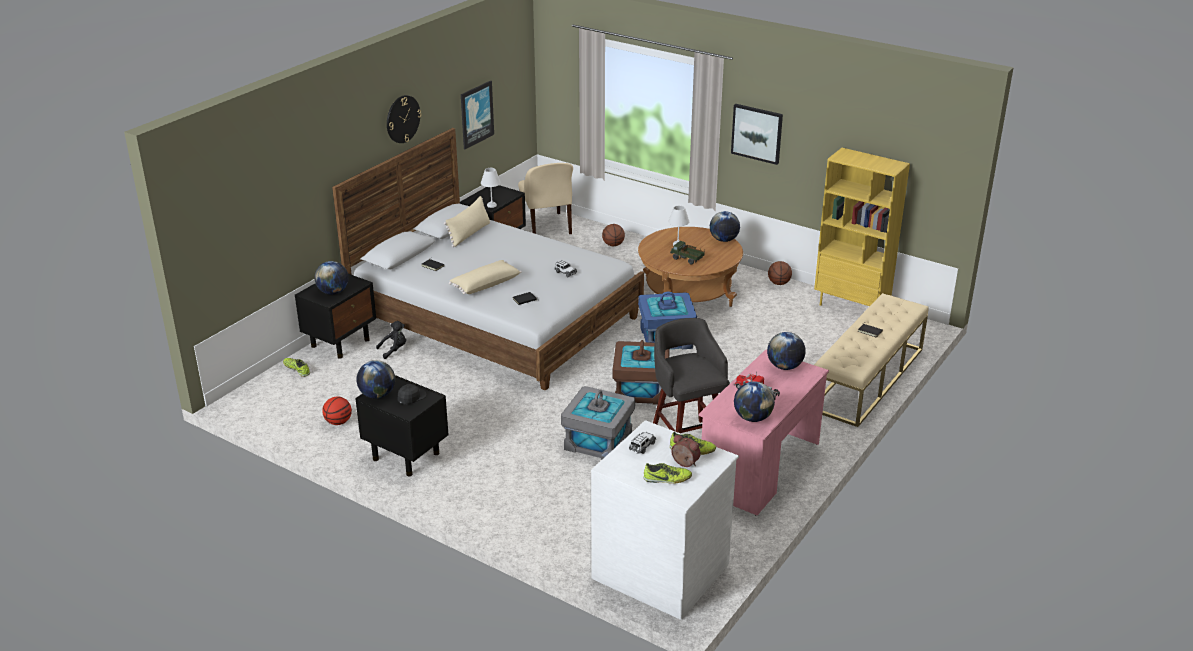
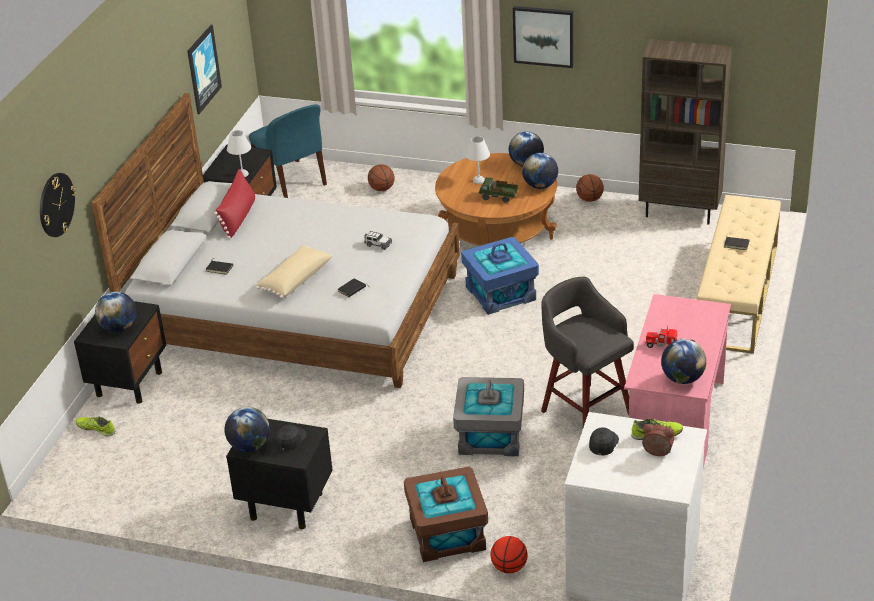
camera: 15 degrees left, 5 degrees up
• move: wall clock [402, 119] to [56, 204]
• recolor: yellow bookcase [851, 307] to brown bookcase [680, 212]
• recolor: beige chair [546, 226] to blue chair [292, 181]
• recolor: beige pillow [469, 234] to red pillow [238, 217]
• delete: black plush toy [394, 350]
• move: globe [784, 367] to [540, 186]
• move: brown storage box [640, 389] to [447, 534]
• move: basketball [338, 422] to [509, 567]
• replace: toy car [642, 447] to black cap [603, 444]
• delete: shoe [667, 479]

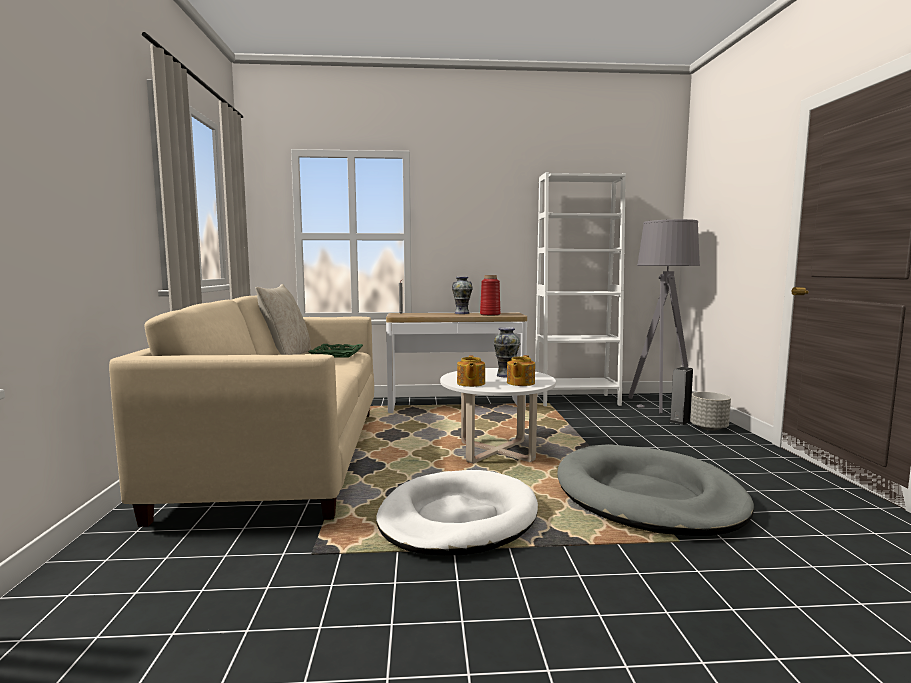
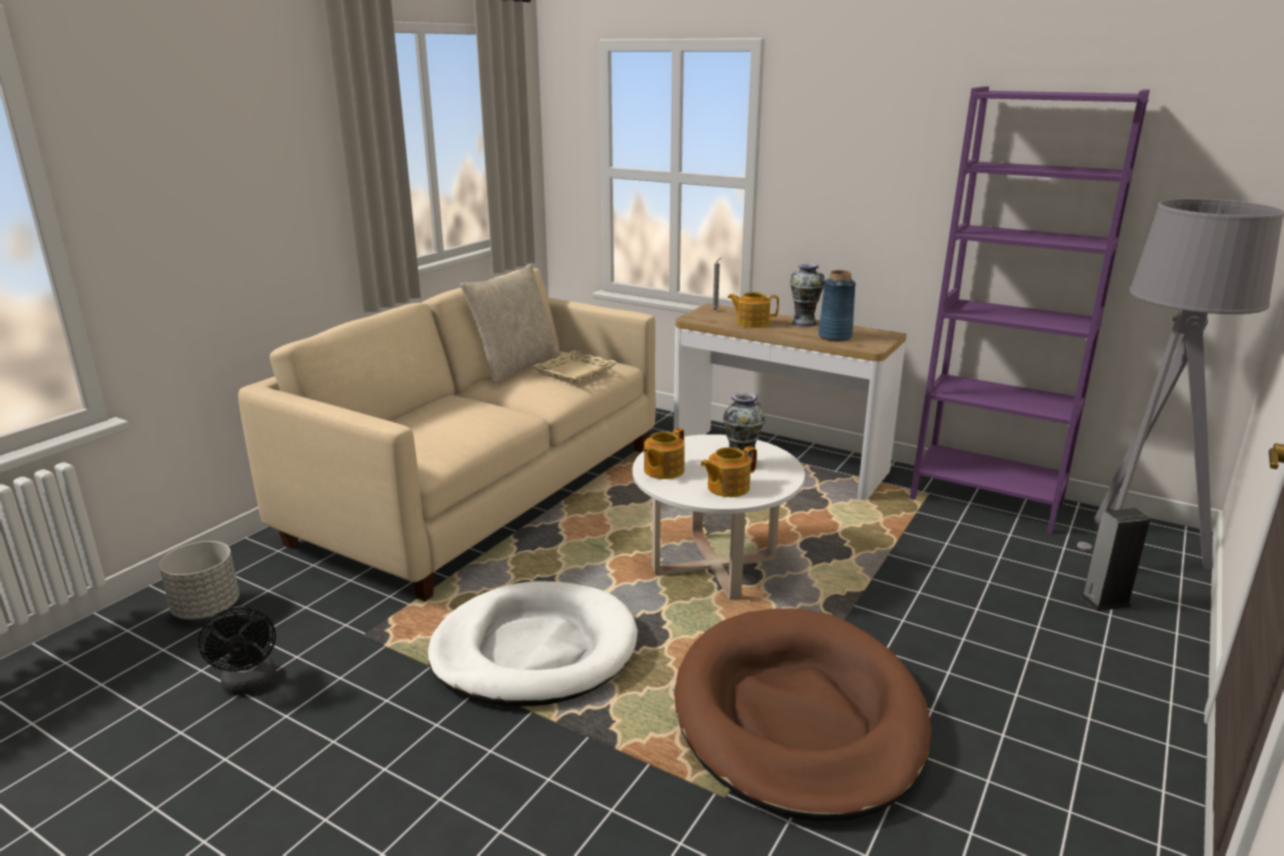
camera: 35 degrees right, 15 degrees up
• recolor: white bookcase [576, 400] to purple bookcase [986, 500]
• recolor: red vase [490, 314] to blue vase [834, 336]
• recolor: green tray [336, 354] to beige tray [574, 372]
• move: grey planter [709, 428] to [207, 609]
• recolor: grey dog bed [648, 496] to brown dog bed [798, 717]
• insert: teapot [752, 323]
• insert: black fan [250, 685]

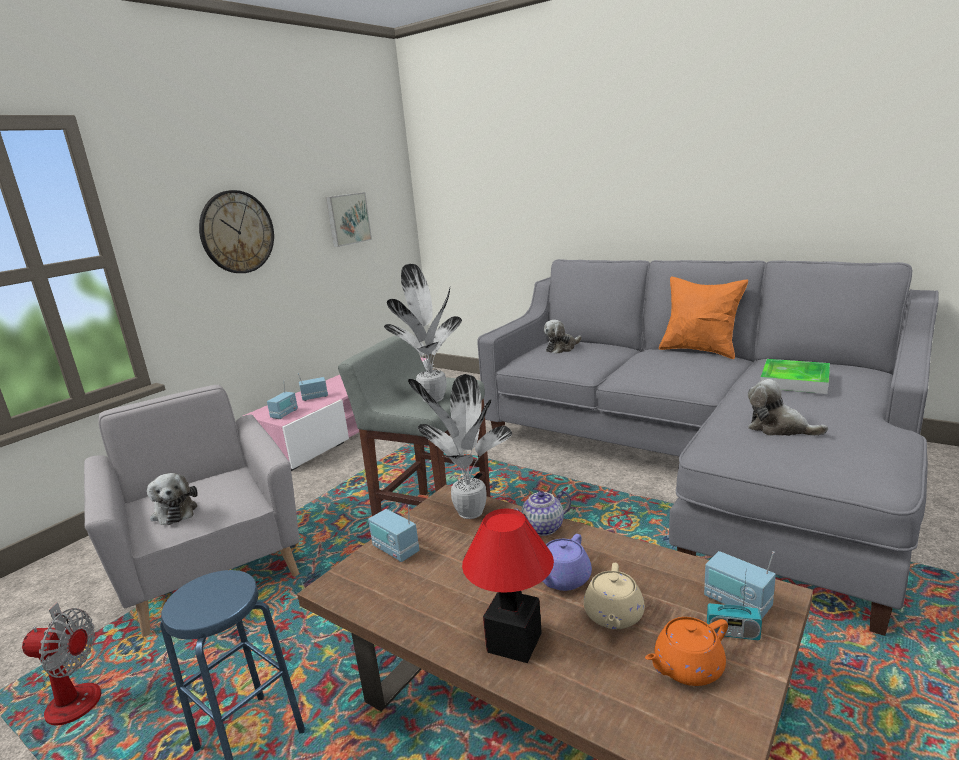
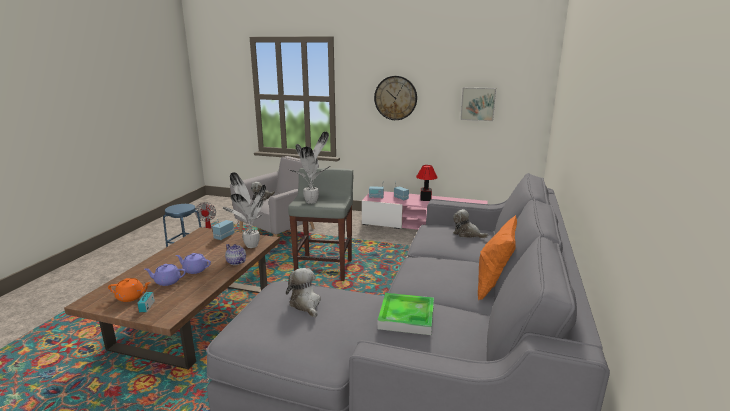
camera: 70 degrees right, 0 degrees up
• rotate: plush toy [779, 428] = [305, 304] 45 degrees counterclockwise
• move: table lamp [515, 641] to [426, 199]
• delete: radio [737, 603]
• recolor: beige teapot [613, 616] to purple teapot [167, 281]
• rotate: orange teapot [687, 668] = [131, 297] 135 degrees clockwise

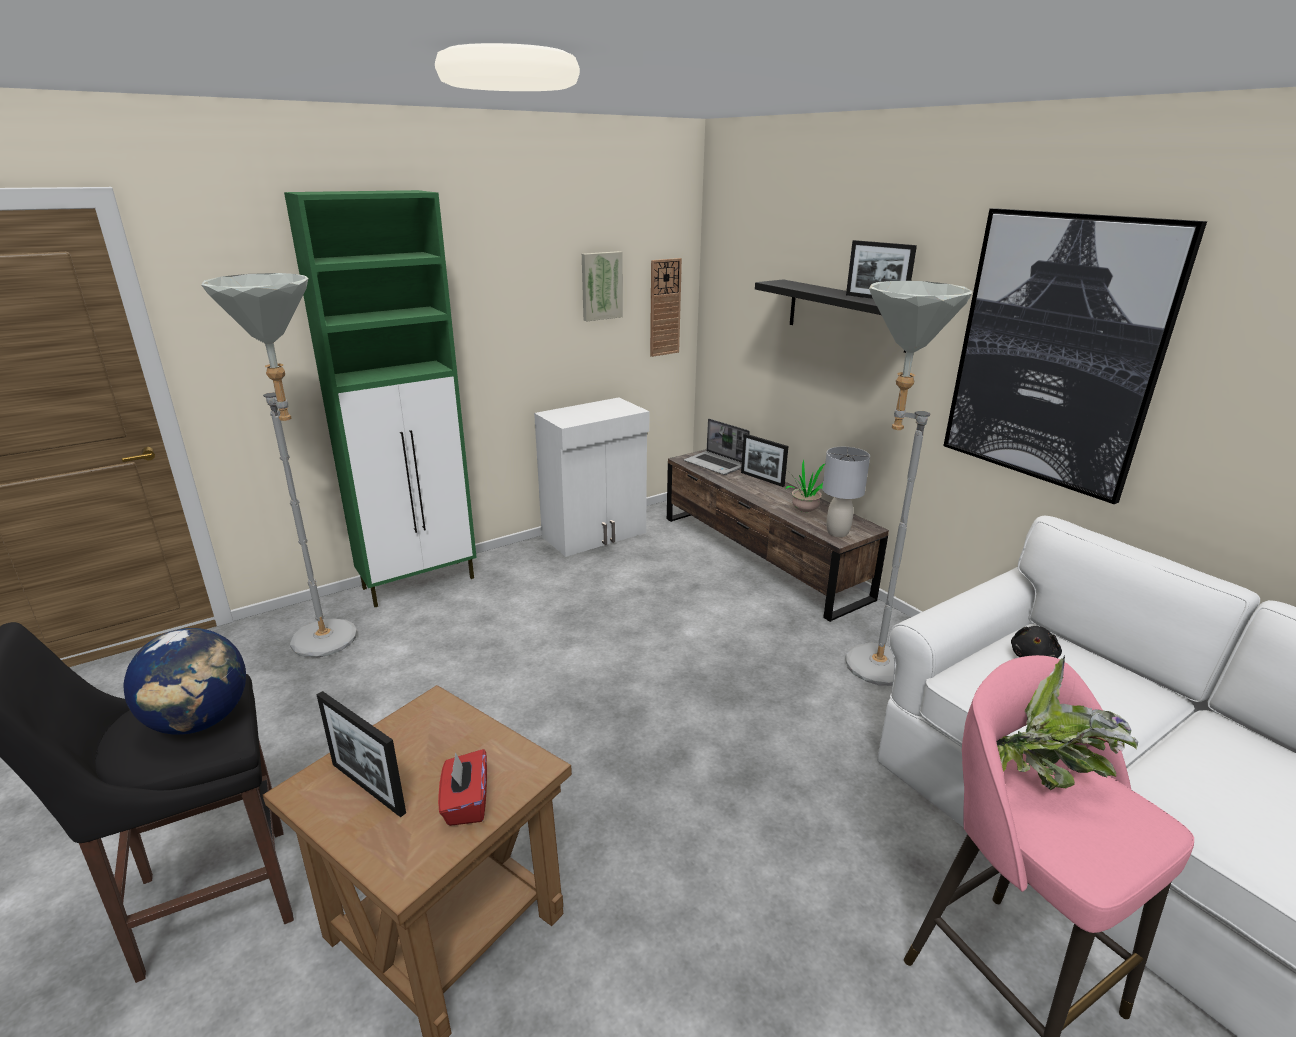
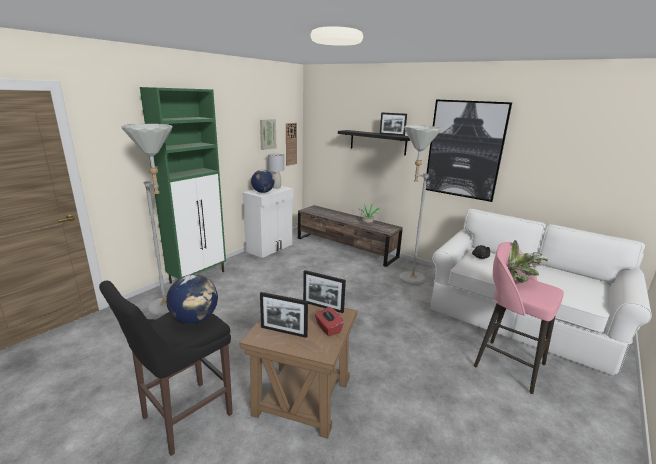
camera: 20 degrees left, 5 degrees down
• delete: laptop [716, 464]
• move: picture frame [762, 479] to [323, 307]
• move: grey table lamp [837, 533] to [276, 187]
• insert: globe [263, 192]

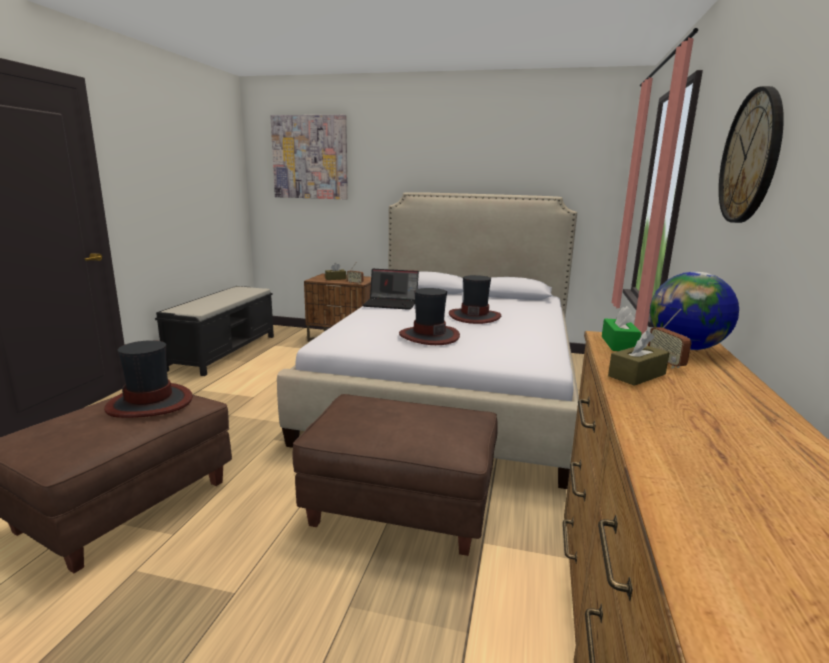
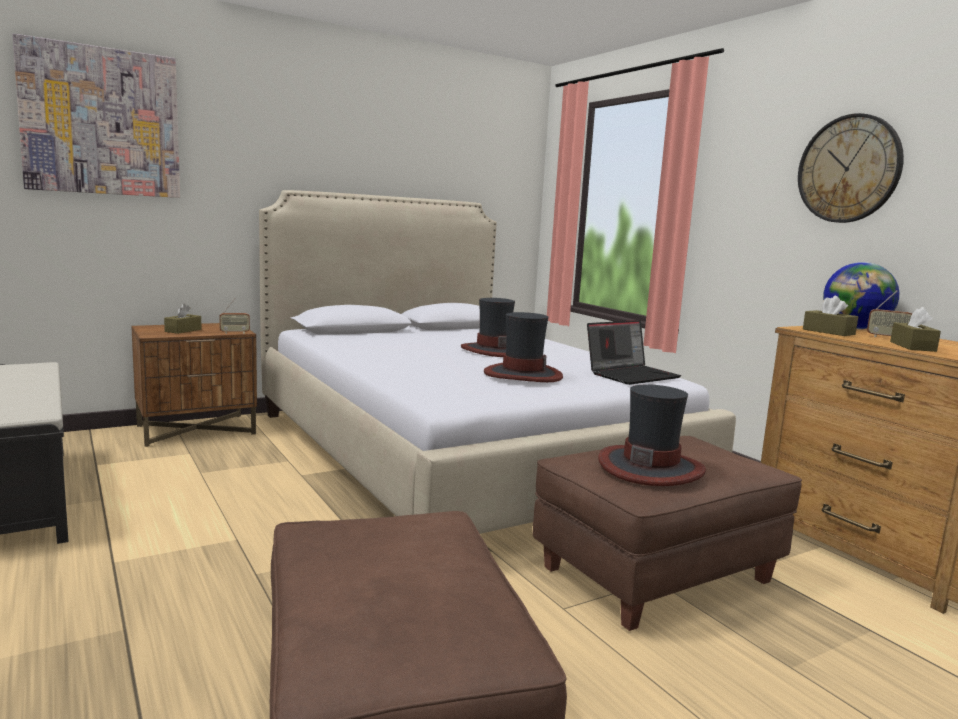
camera: 45 degrees left, 5 degrees down
• move: laptop [391, 304] to [631, 375]
• recolor: green tissue box [619, 344] to brown tissue box [828, 332]
• move: hat [150, 403] to [650, 467]

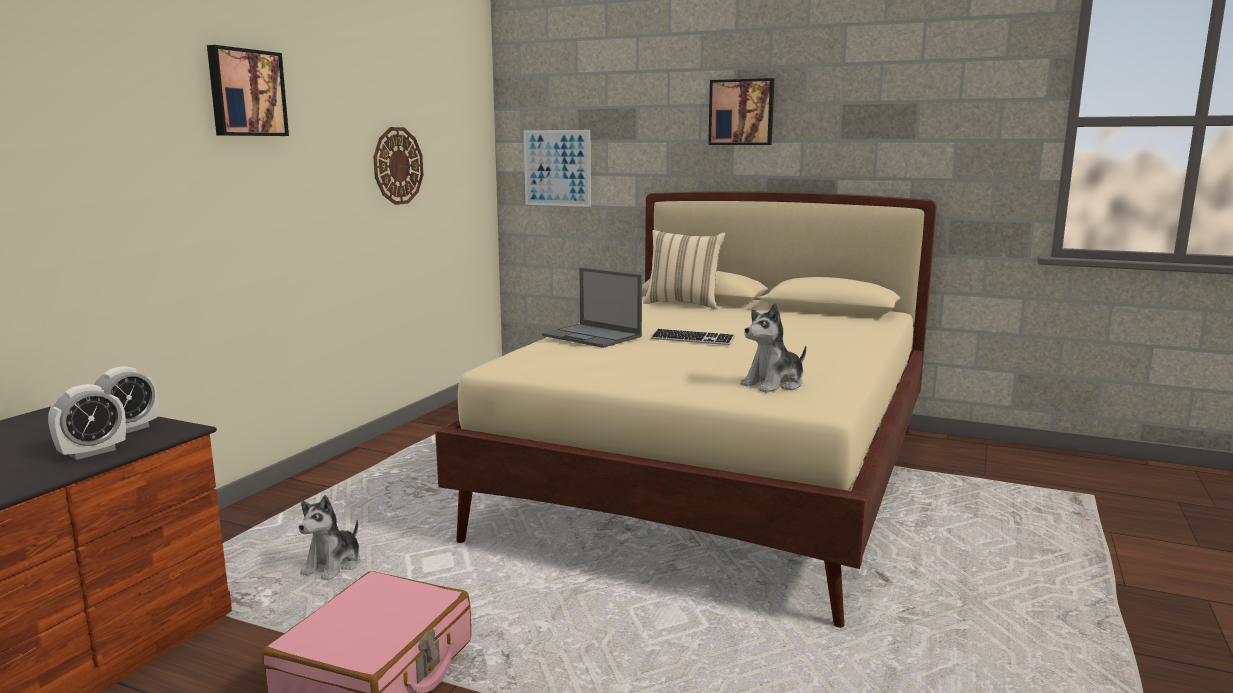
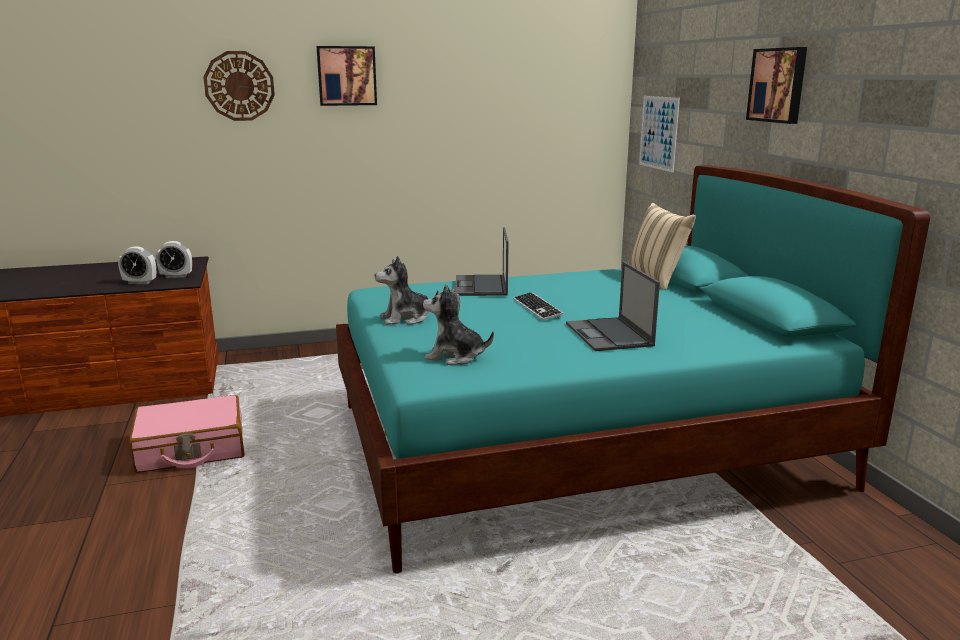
camera: 50 degrees right, 5 degrees up
• move: wall clock [398, 166] to [239, 86]
• recolor: beige bed [719, 479] to turquoise bed [578, 445]
• move: plush toy [333, 565] to [406, 319]
• insert: laptop [609, 335]

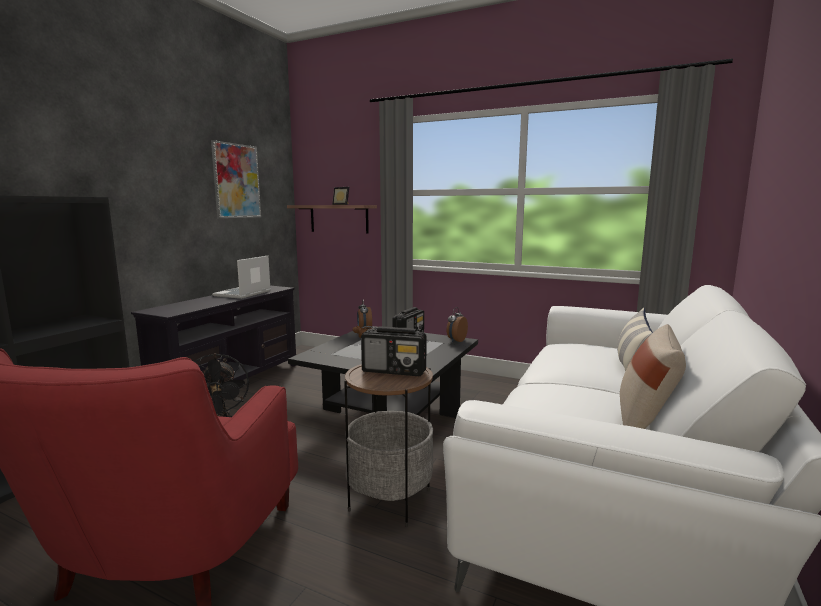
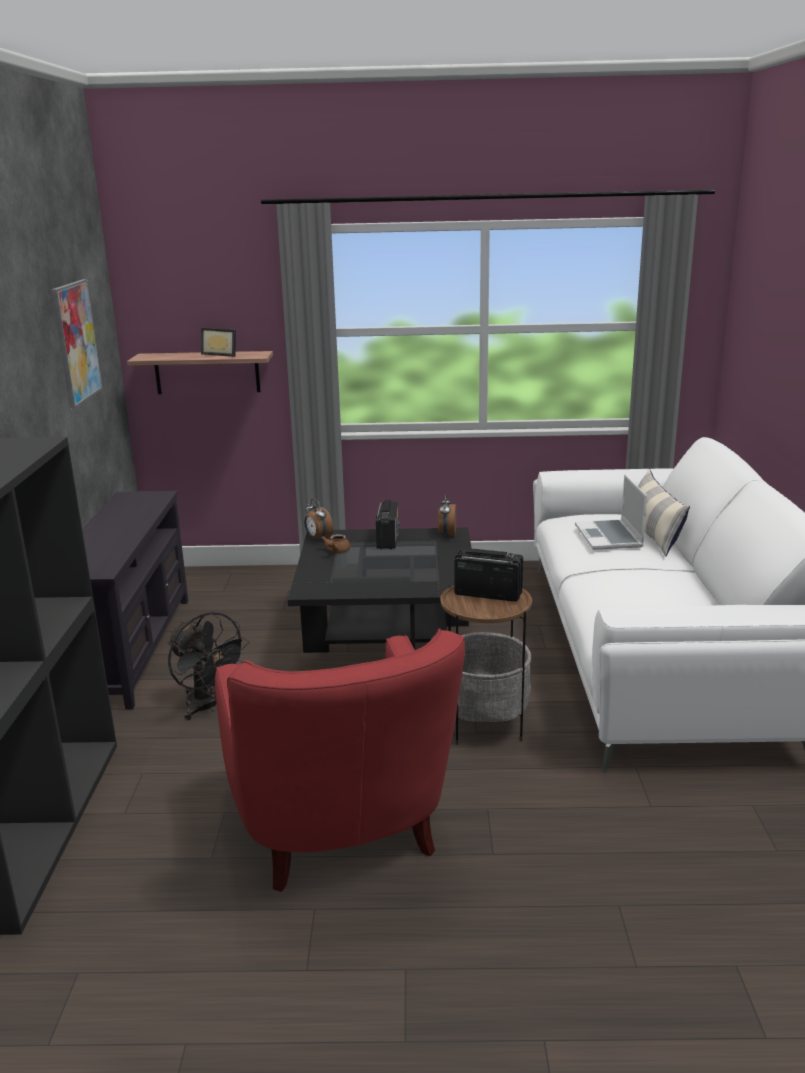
camera: 25 degrees left, 10 degrees up
• move: laptop [243, 294] to [609, 537]
• delete: beige pillow [645, 425]
• rotate: radio [394, 371] = [487, 594] 150 degrees counterclockwise

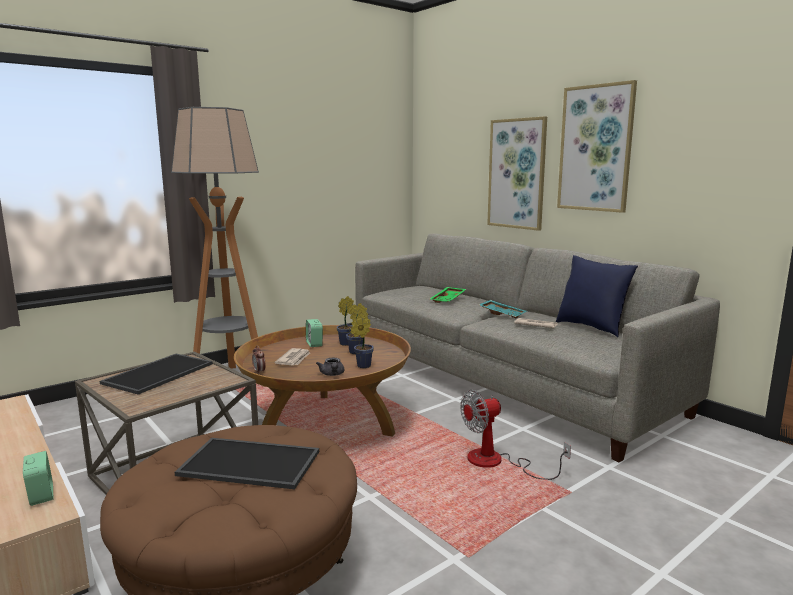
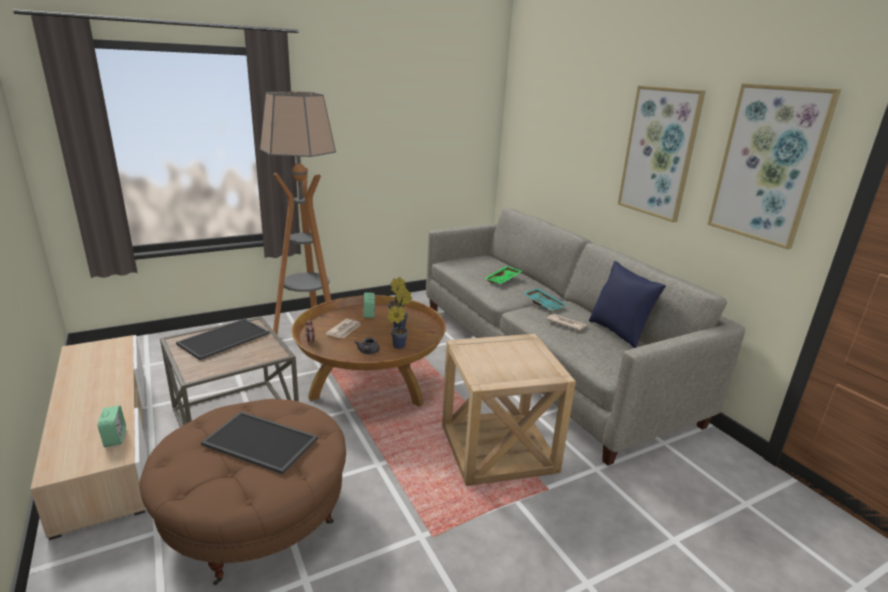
camera: 10 degrees right, 10 degrees up
• move: picture [517, 174] to [768, 165]
• replace: fan [497, 462] to beige side table [498, 448]

